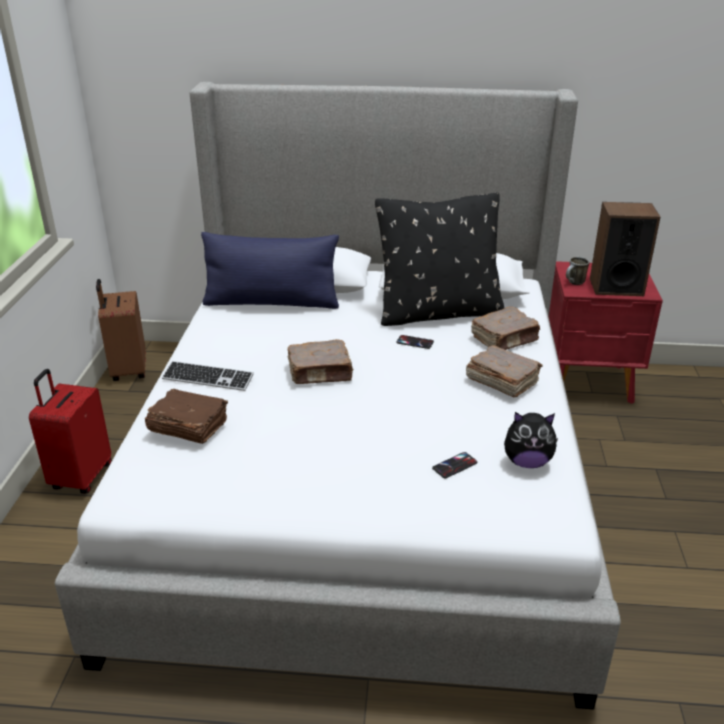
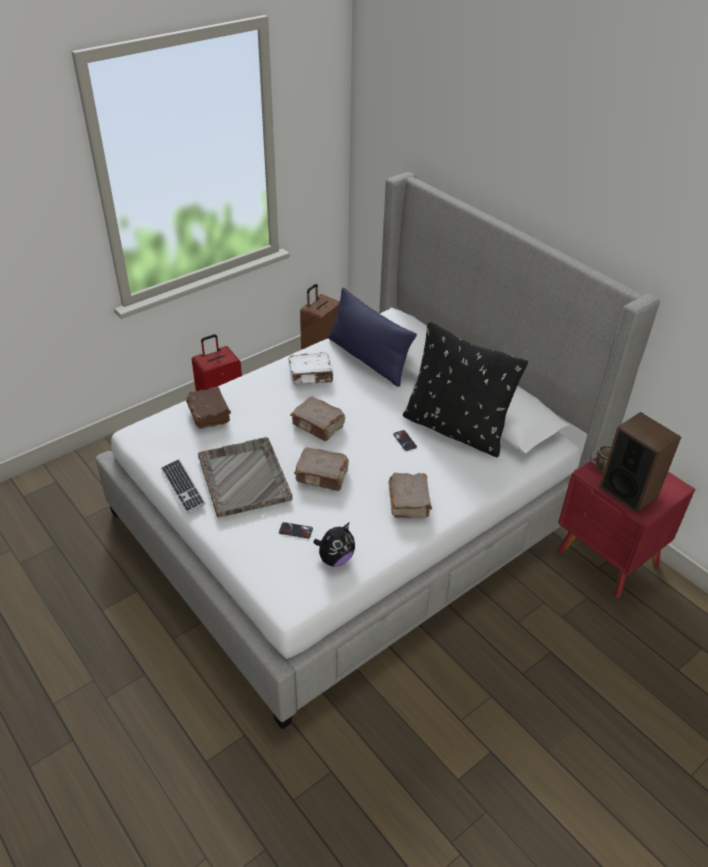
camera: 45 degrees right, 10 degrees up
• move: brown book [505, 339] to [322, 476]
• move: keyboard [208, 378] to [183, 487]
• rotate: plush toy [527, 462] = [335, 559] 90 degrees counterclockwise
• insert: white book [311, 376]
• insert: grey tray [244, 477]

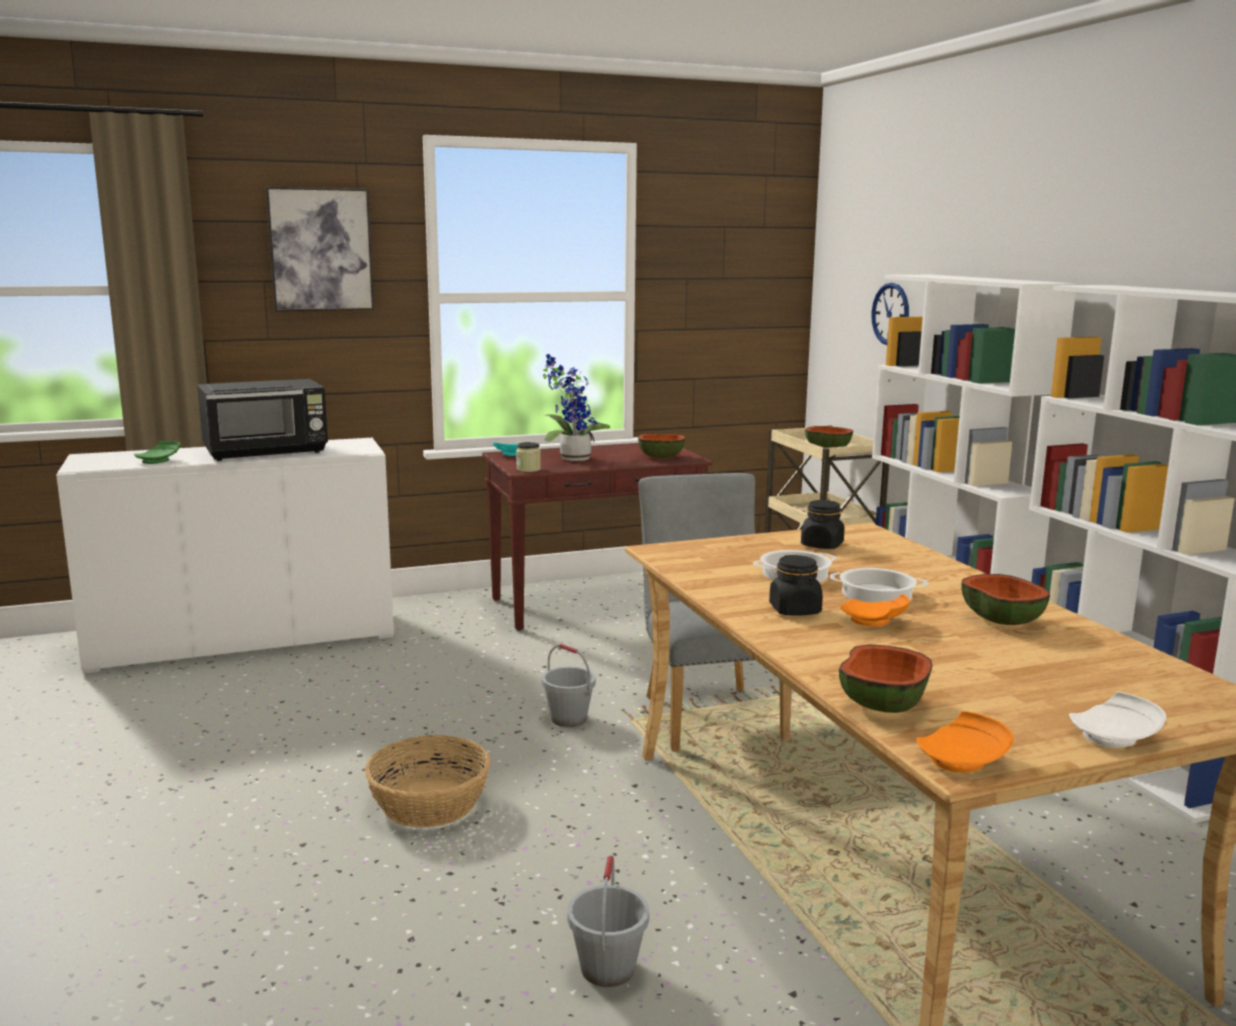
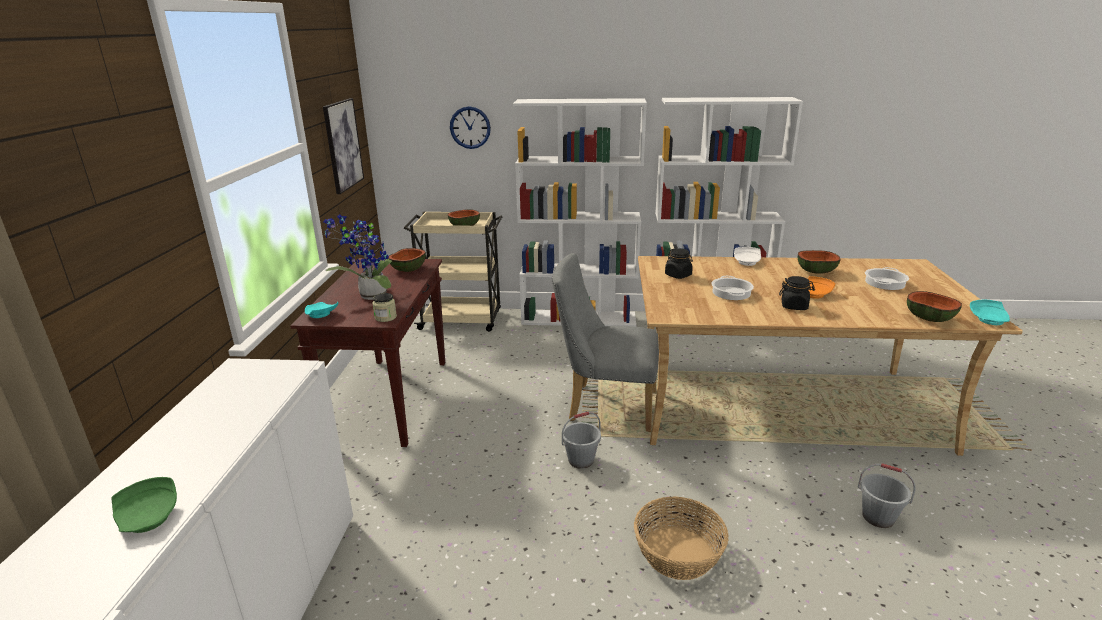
camera: 65 degrees left, 10 degrees up
• move: picture [321, 249] to [343, 145]
• delete: black microwave [267, 452]
• move: cooking pot [876, 594] to [885, 283]
• move: white plate [1115, 737] to [747, 262]
• recolor: orange plate [963, 760] to turquoise plate [989, 319]

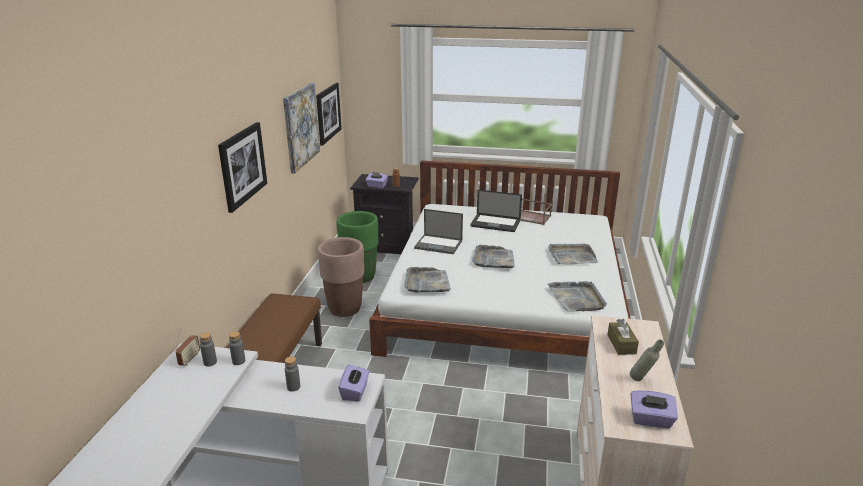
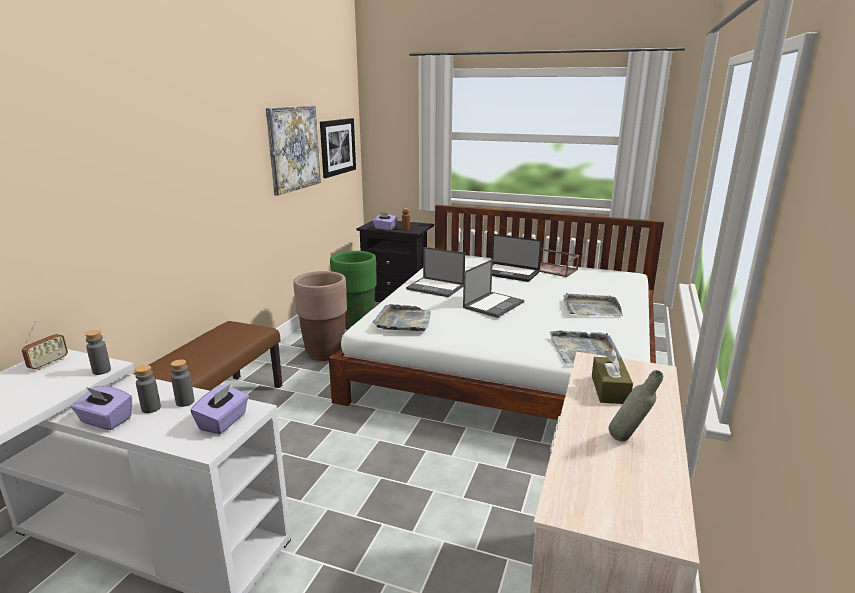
camera: 10 degrees right, 5 degrees down
• delete: picture [242, 165]
• replace: grey tray [493, 259] to laptop [493, 304]
• move: grey bottle [210, 362] to [185, 402]
• move: purple tissue box [651, 420] to [105, 421]

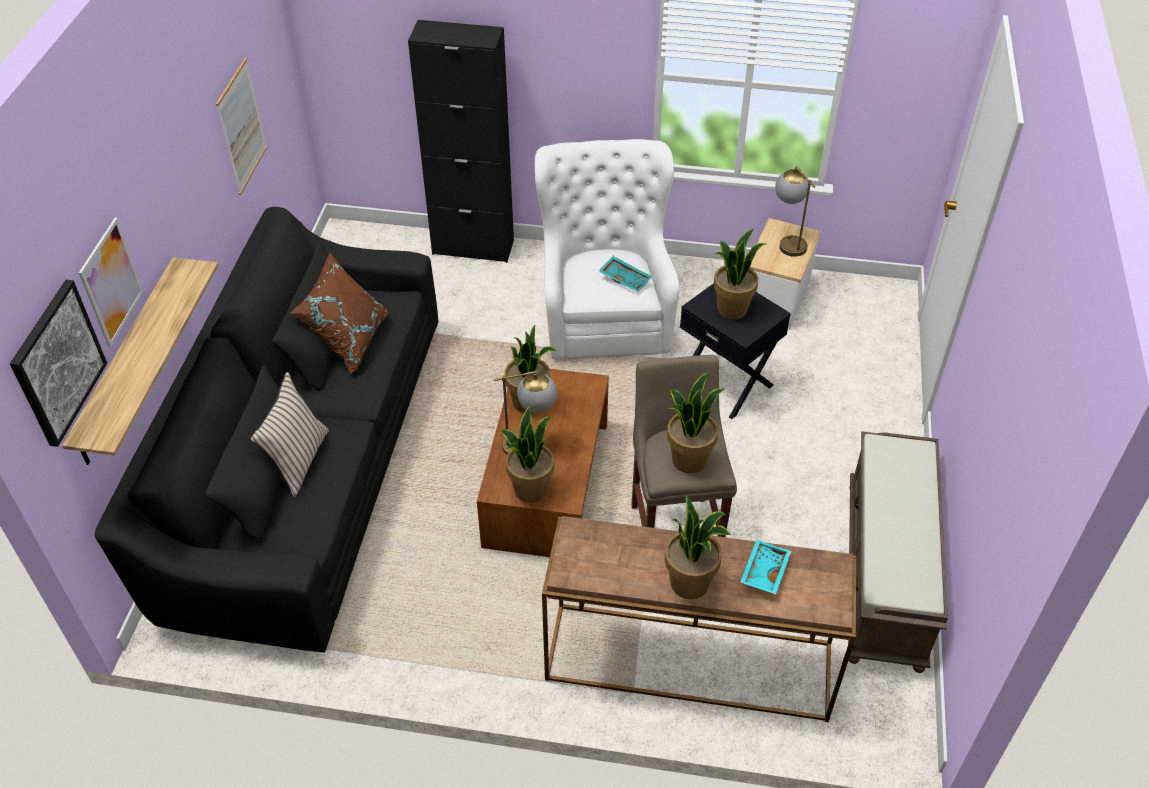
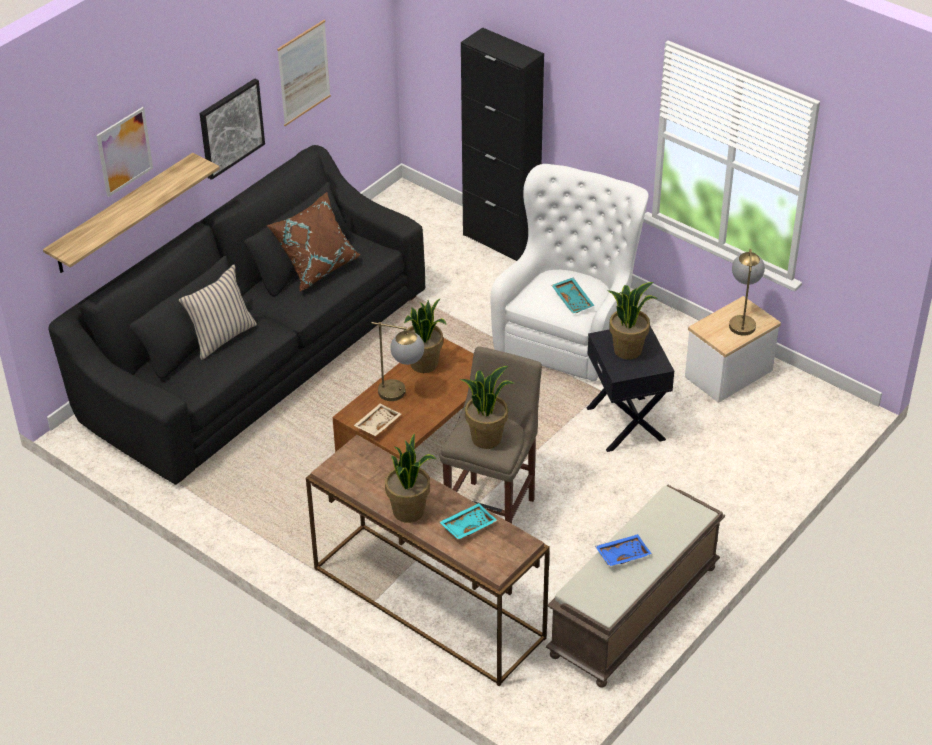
camera: 30 degrees right, 5 degrees down
• move: picture [57, 362] to [231, 128]
• replace: potted plant [530, 489] to beige tray [377, 424]
• insert: blue tray [622, 554]

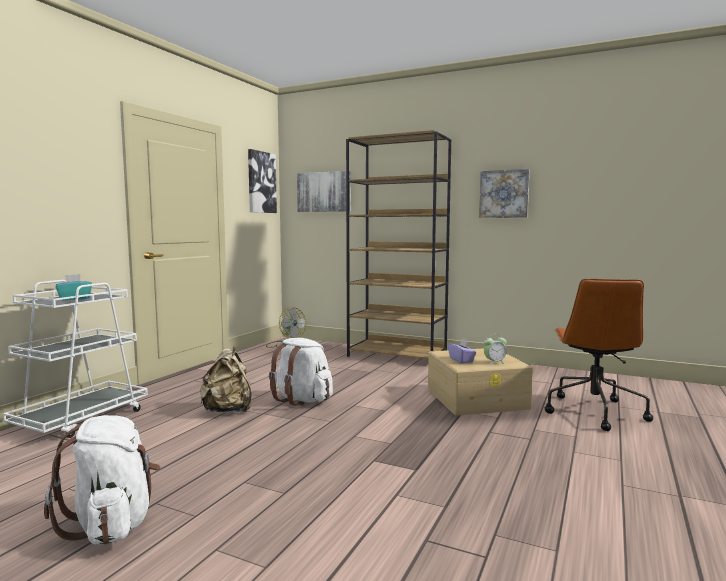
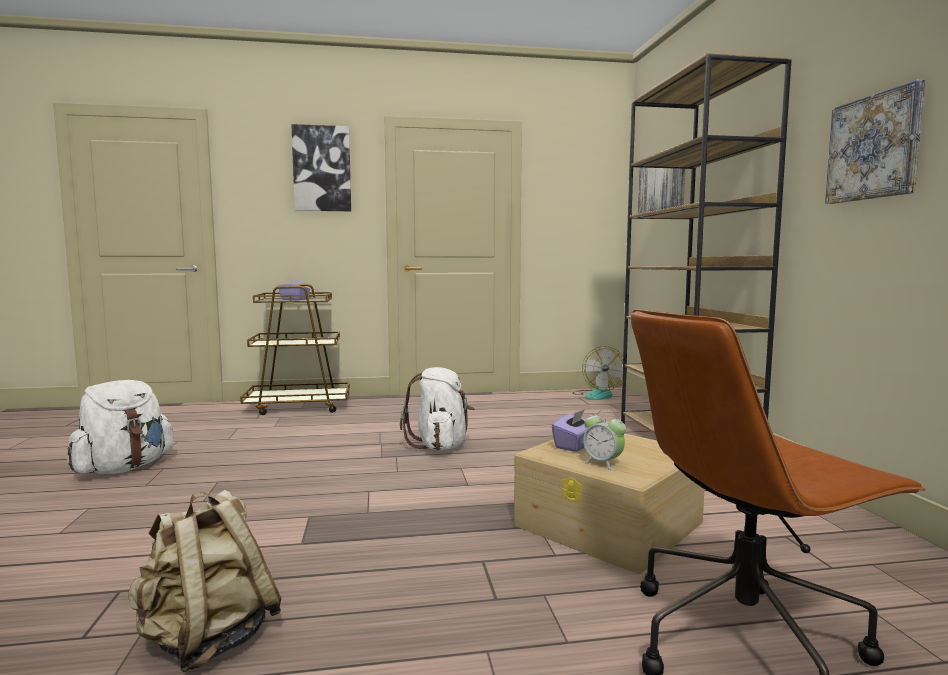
camera: 55 degrees right, 0 degrees up
• move: picture [261, 182] to [322, 169]
• recolor: turquoise tissue box [74, 298] to purple tissue box [294, 299]
• recolor: white cart [82, 419] to brown cart [299, 406]
• move: beige backpack [228, 410] to [207, 640]

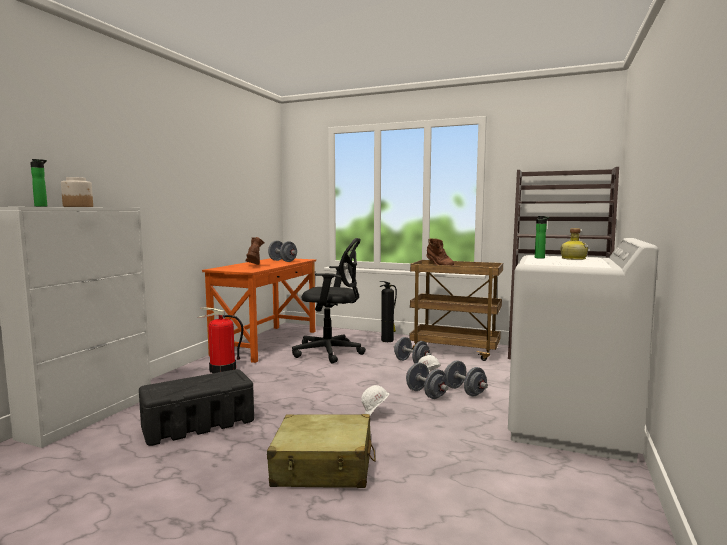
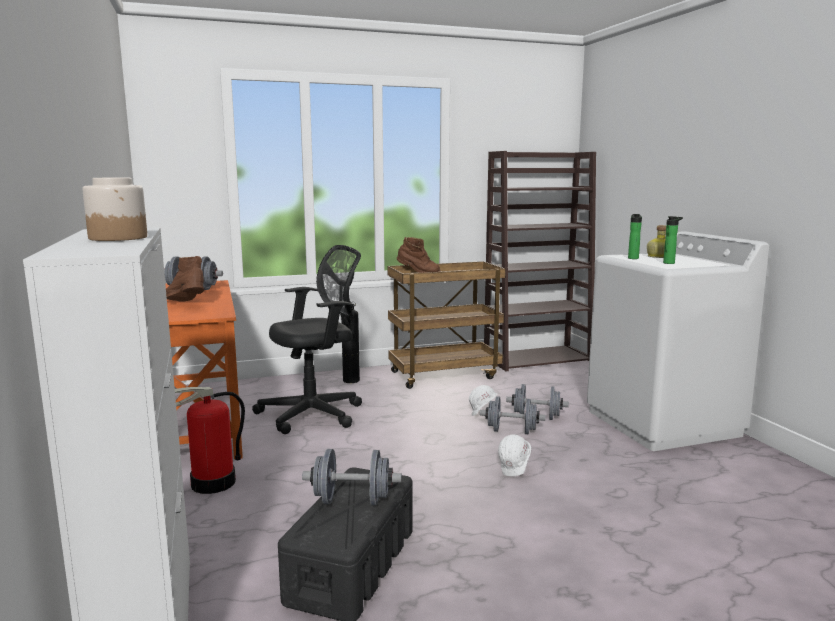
camera: 40 degrees left, 5 degrees up
• move: bottle [42, 206] to [670, 263]
• move: grey dumbbell [411, 362] to [352, 501]
• delete: beige suitcase [323, 467]

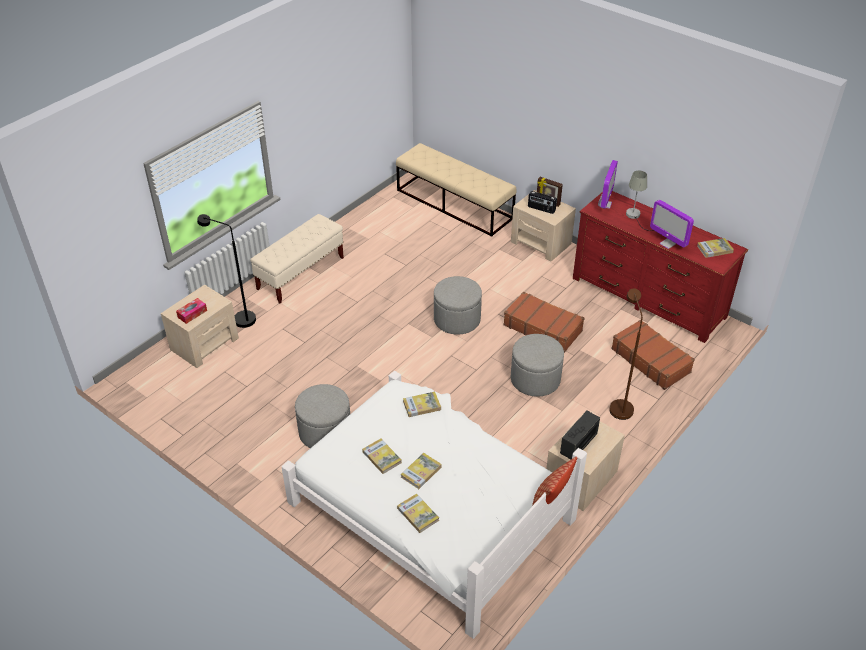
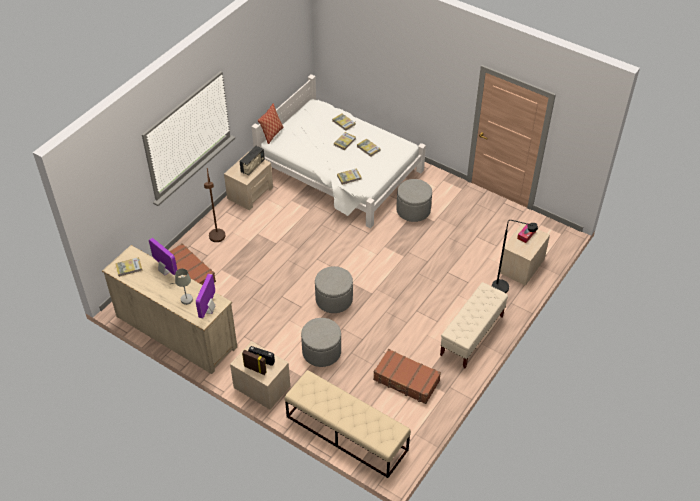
camera: 175 degrees right, 5 degrees up
• recolor: red dresser [648, 297] to beige dresser [176, 331]
• move: brown suitcase [542, 328] to [406, 381]
• move: grey ottoman [535, 379] to [321, 351]

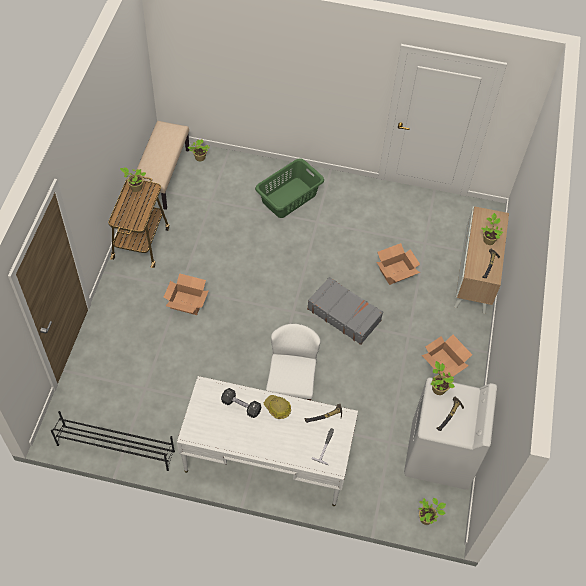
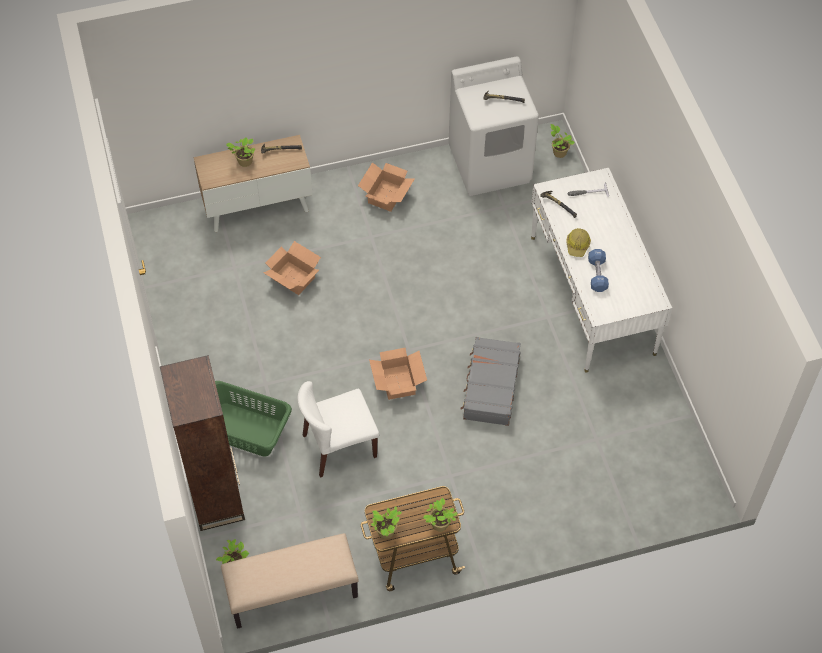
camera: 115 degrees left, 0 degrees up
• move: cardboard box [186, 302] to [397, 382]
• move: grey suitcase [344, 314] to [490, 387]
• move: white chair [290, 388] to [339, 446]
• move: potted plant [438, 388] to [439, 525]
• recolor: black dumbbell [241, 406] to blue dumbbell [597, 275]
• delete: black shoe rack [115, 447]
• insert: brown bookcase [216, 497]

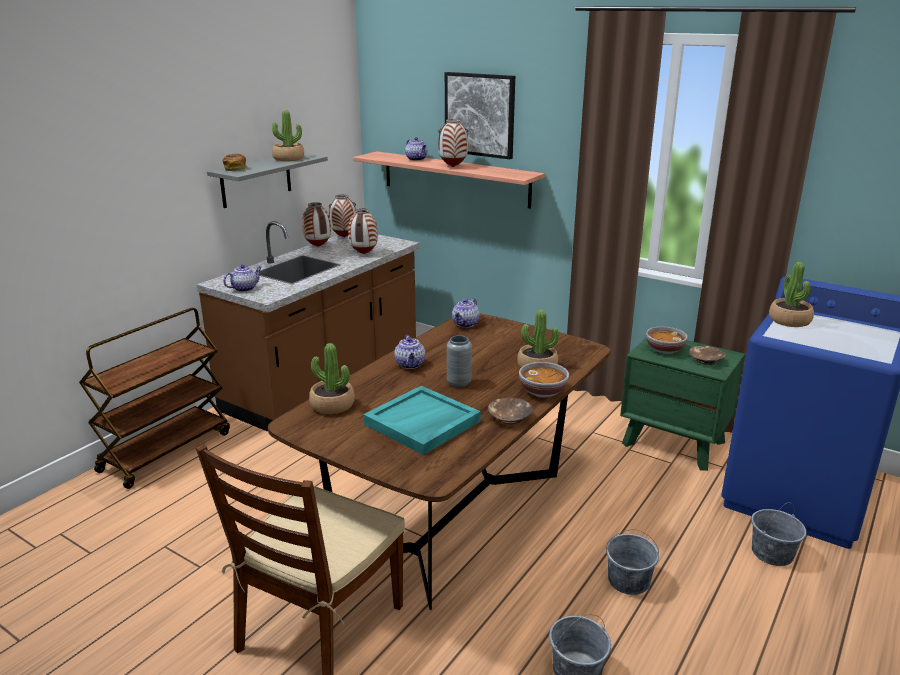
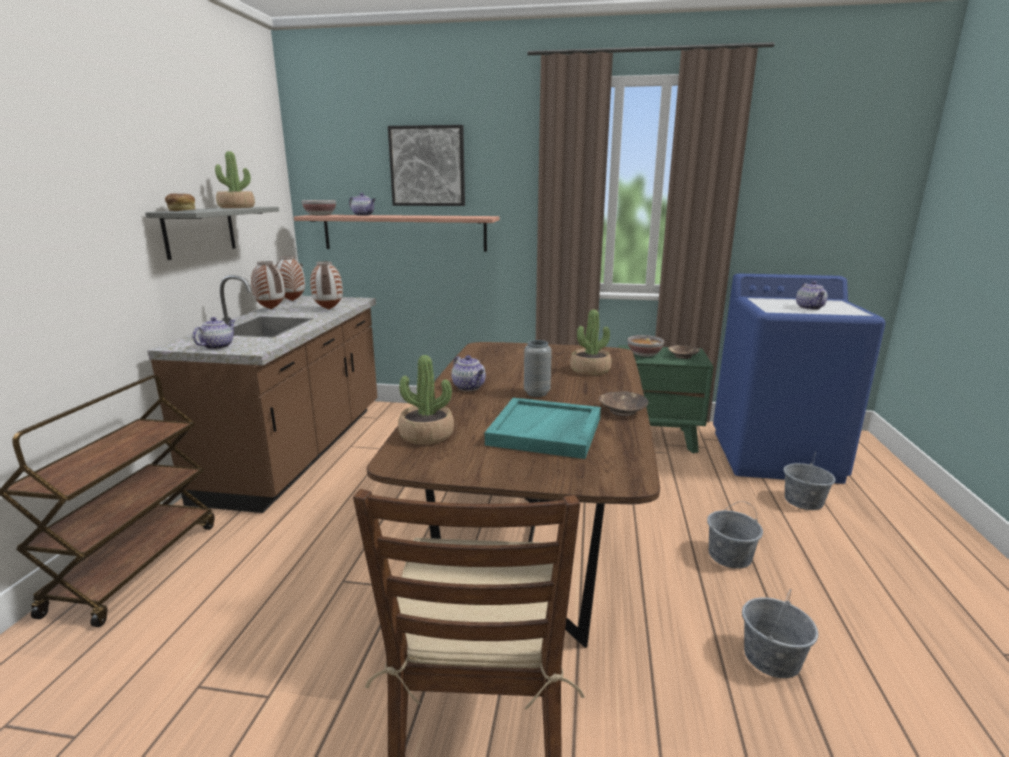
camera: 25 degrees left, 5 degrees down
• delete: vase [453, 167]
• delete: potted plant [789, 320]
• move: teapot [465, 324] to [810, 308]
• move: bowl [543, 391] to [320, 215]

